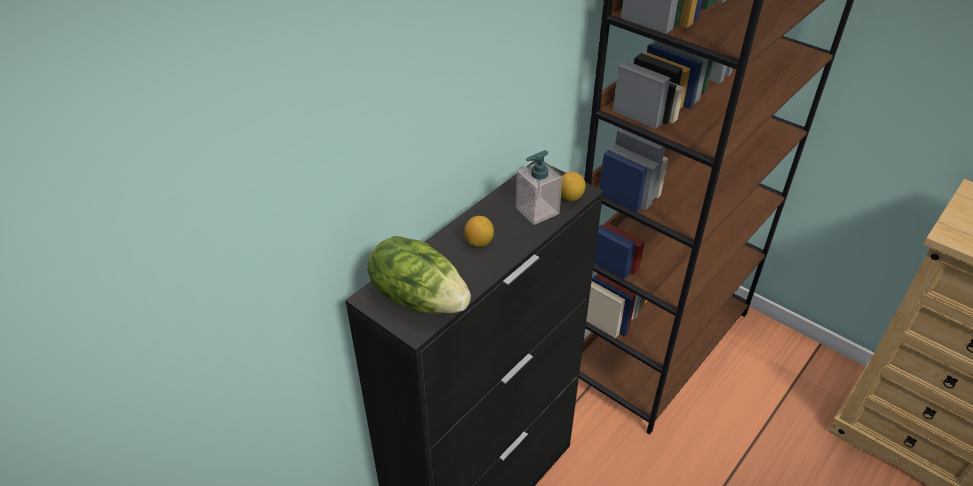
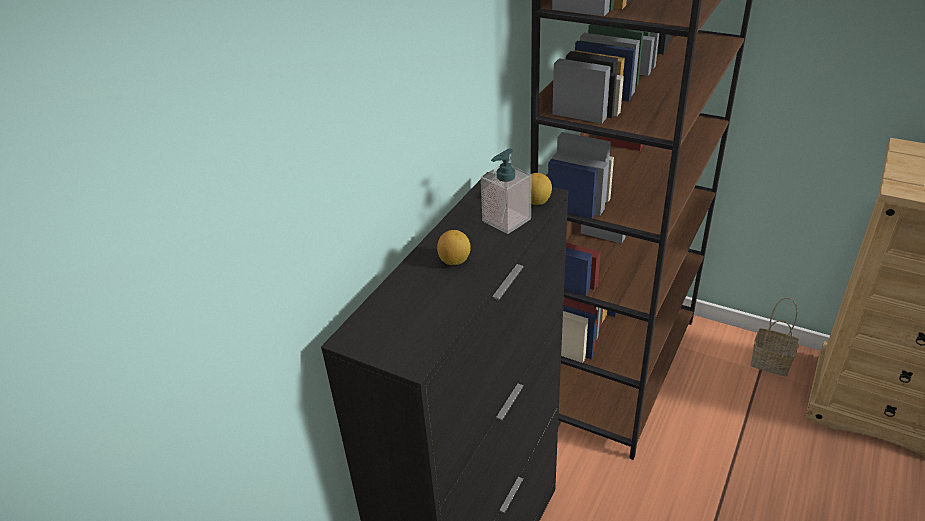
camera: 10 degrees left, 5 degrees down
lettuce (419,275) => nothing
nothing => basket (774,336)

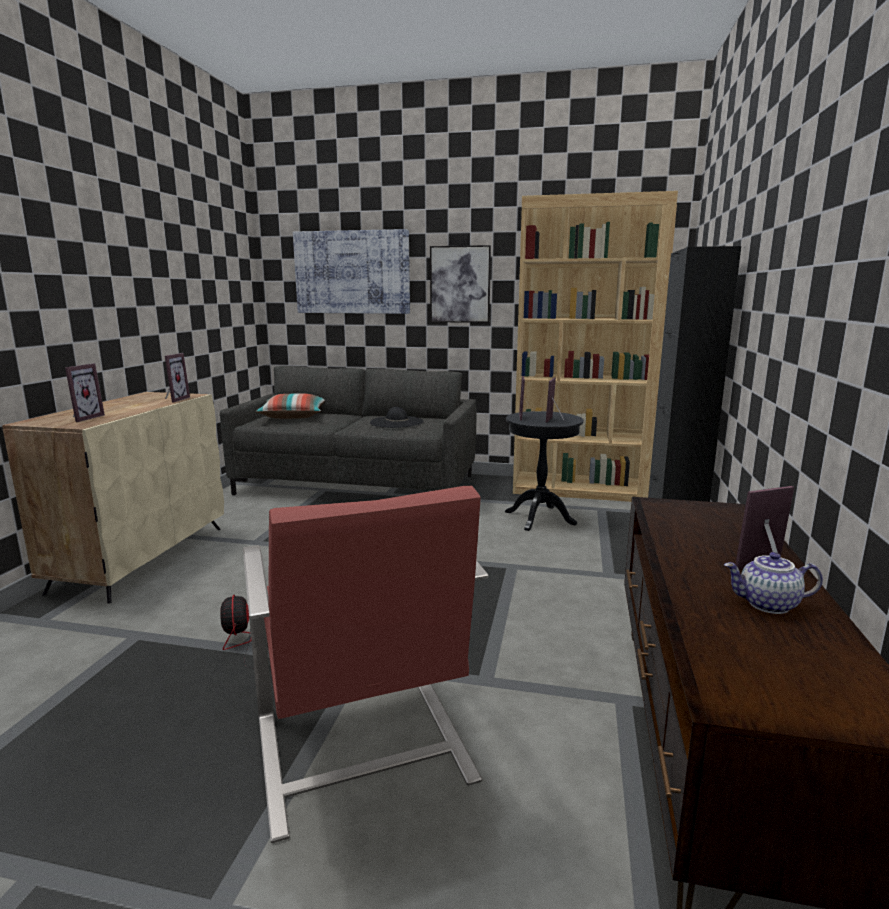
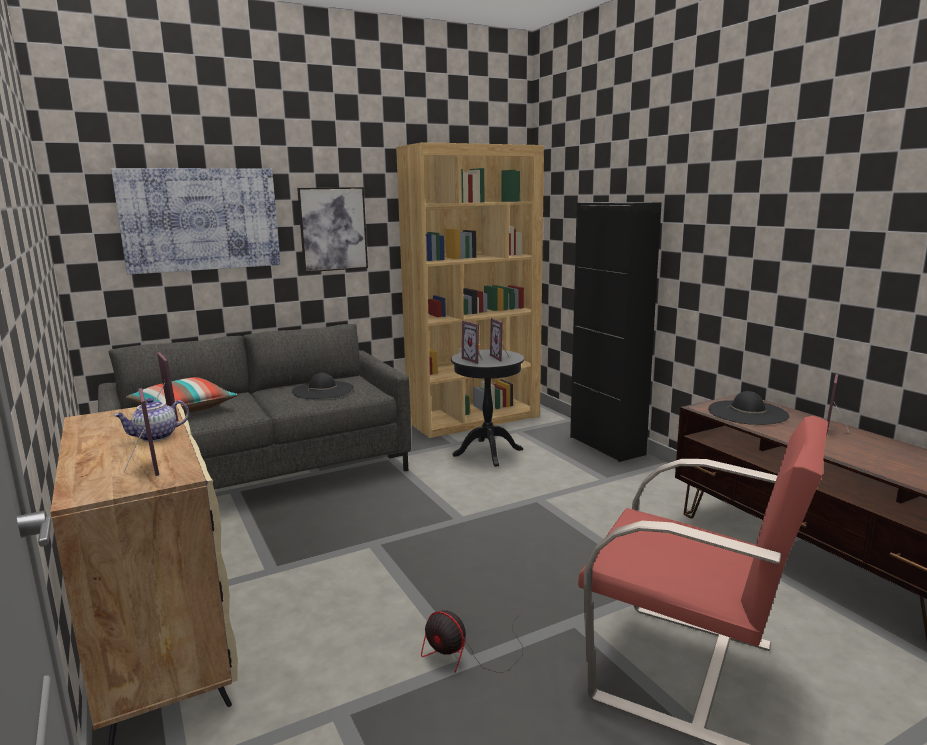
camera: 40 degrees left, 0 degrees up
teapot (773,583) => teapot (151,420), relocated
nothing => hat/black (749,408)

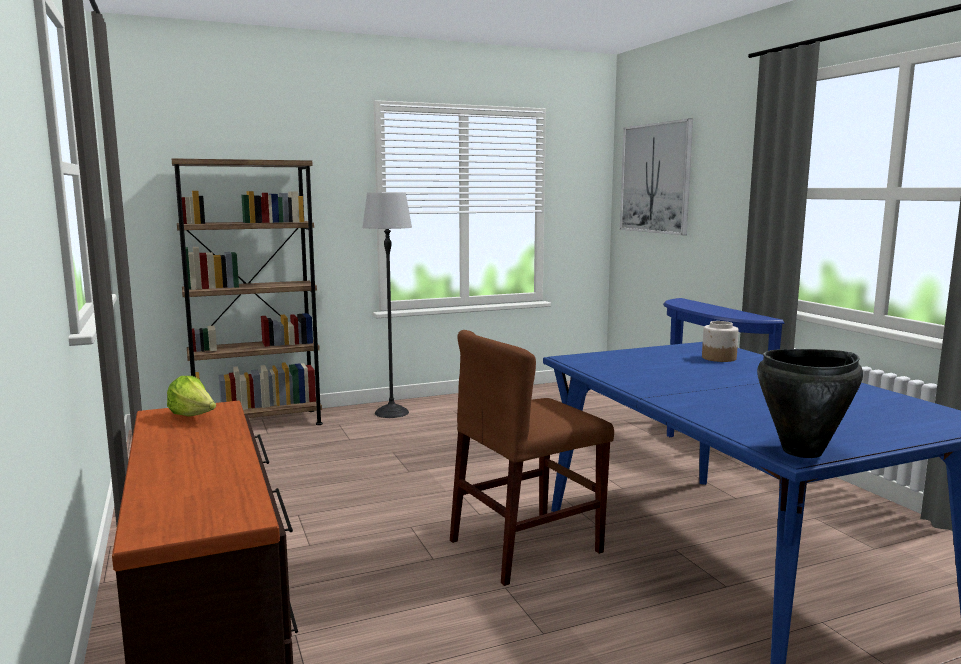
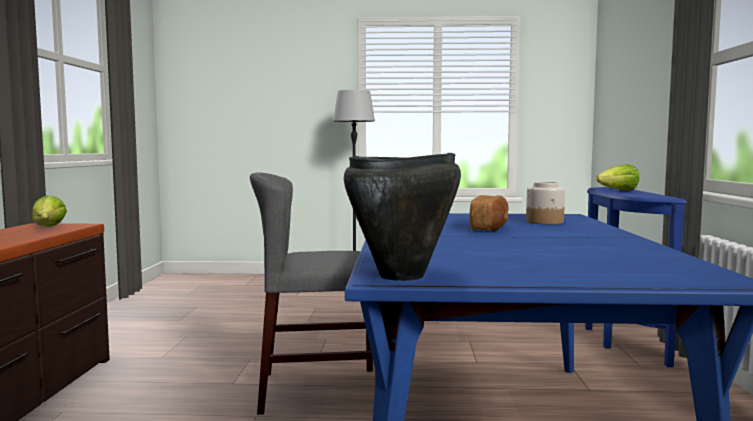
camera: 25 degrees right, 5 degrees down
bookcase/brown (247,291) => nothing
chair/brown (532,458) => chair/grey (315,293)
picture (656,176) => nothing
nothing => bread (489,213)
nothing => lettuce (618,177)

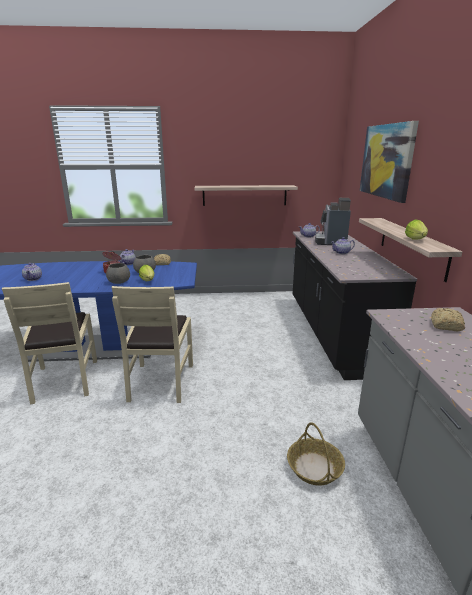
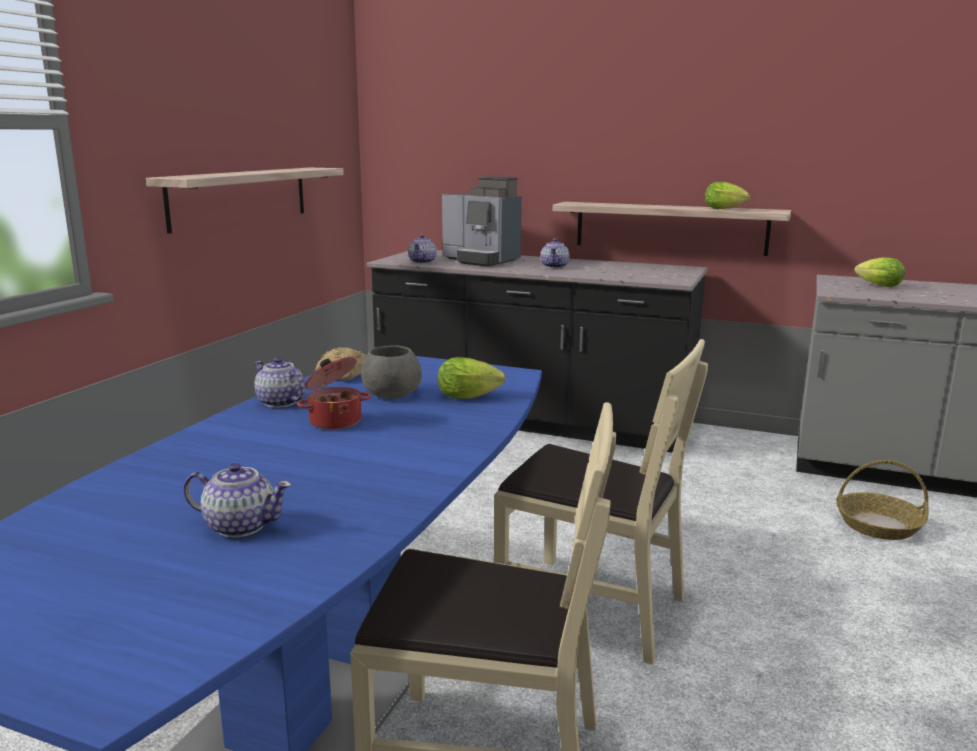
camera: 65 degrees left, 5 degrees down
bowl/grey (118,273) => nothing
picture (389,162) => nothing
bread (448,319) => lettuce (879,272)

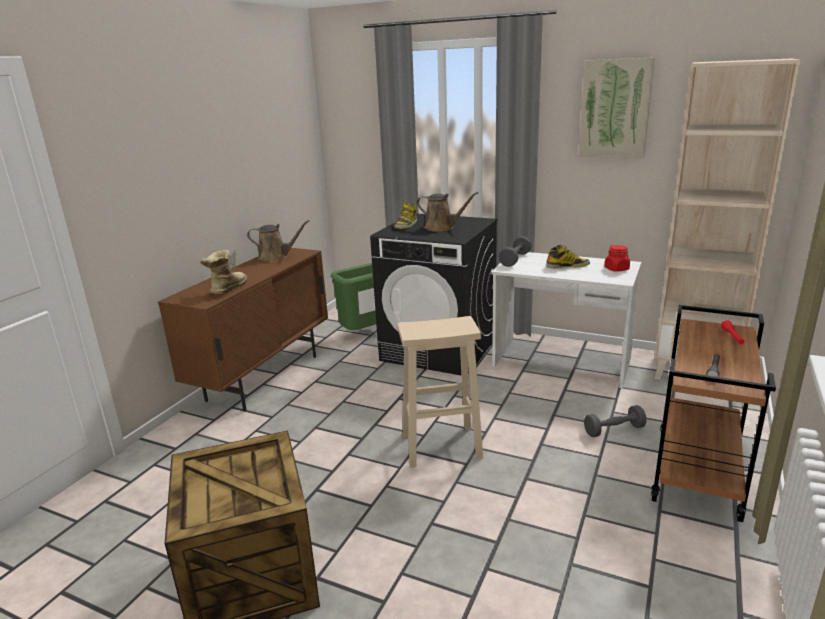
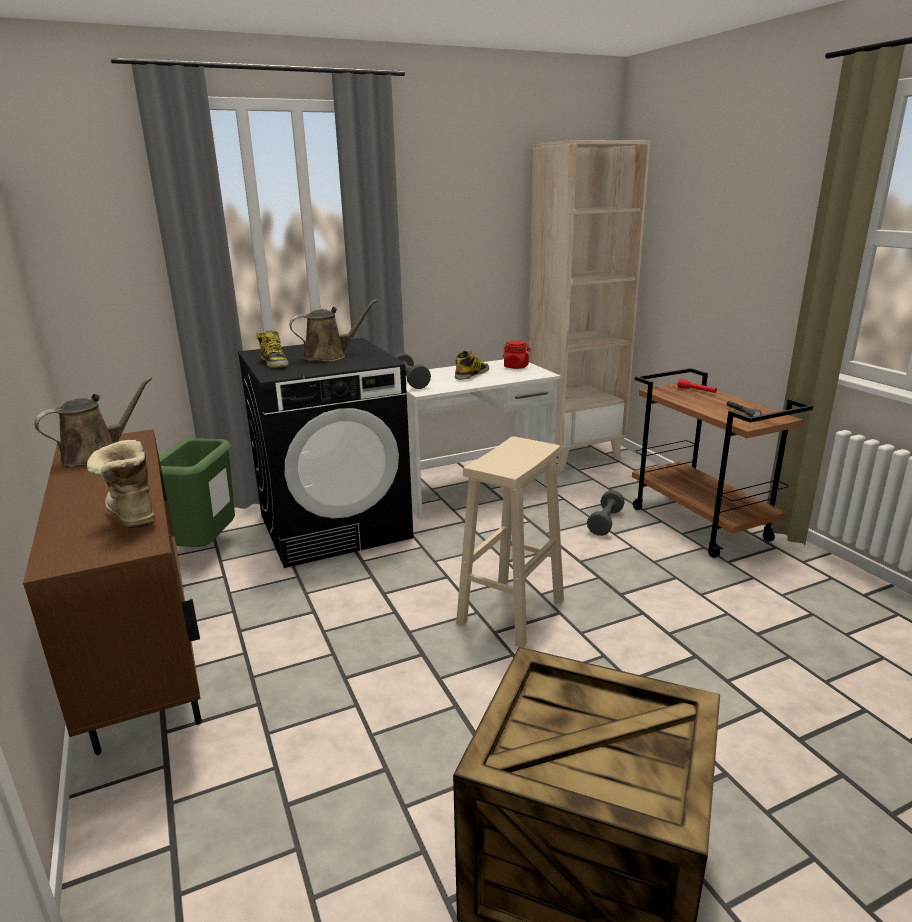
camera: 50 degrees left, 0 degrees up
picture (617,107) => nothing

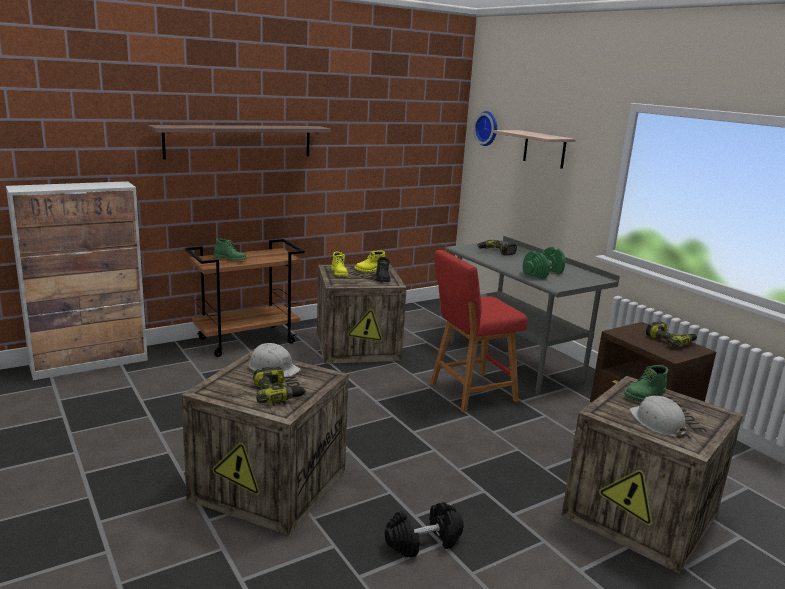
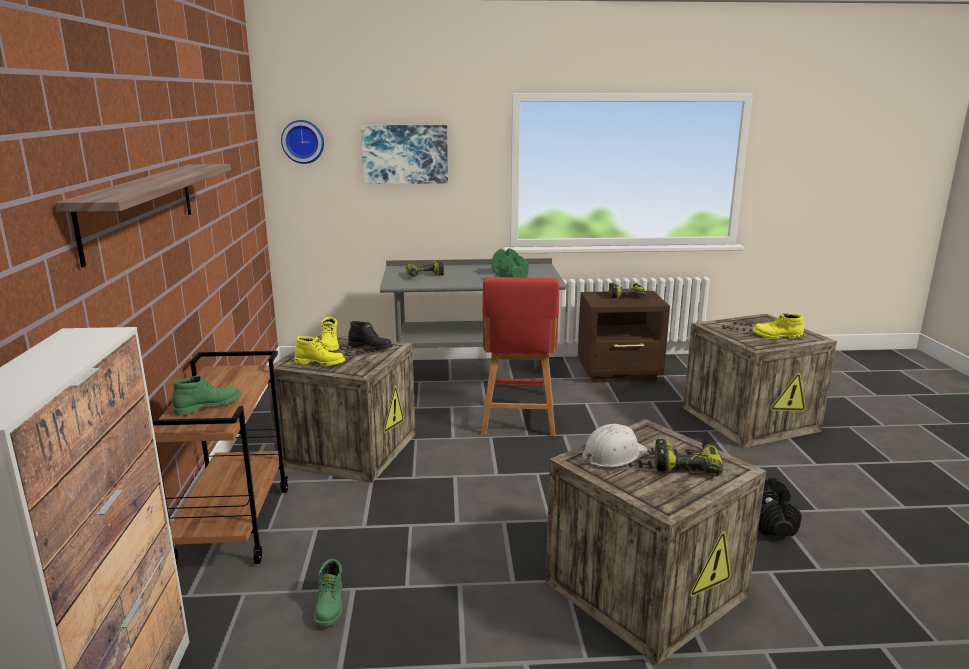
camera: 60 degrees left, 0 degrees up
shelf (534,149) => picture (404,154)
boot/green (646,383) => boot/green (327,592), relocated
hard hat/white (658,417) => boot/yellow (778,326)

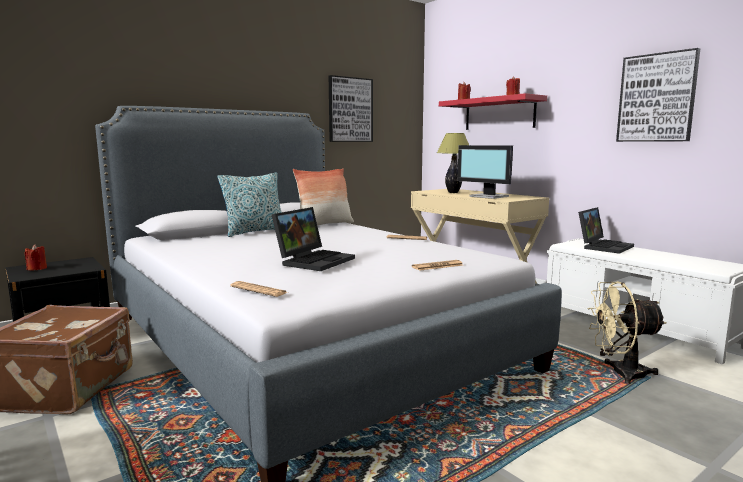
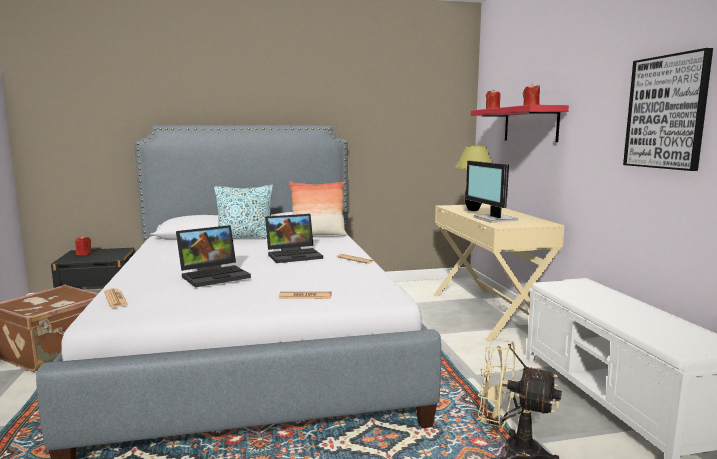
camera: 25 degrees right, 0 degrees up
picture (351,108) => nothing
laptop (606,230) => laptop (294,238), relocated

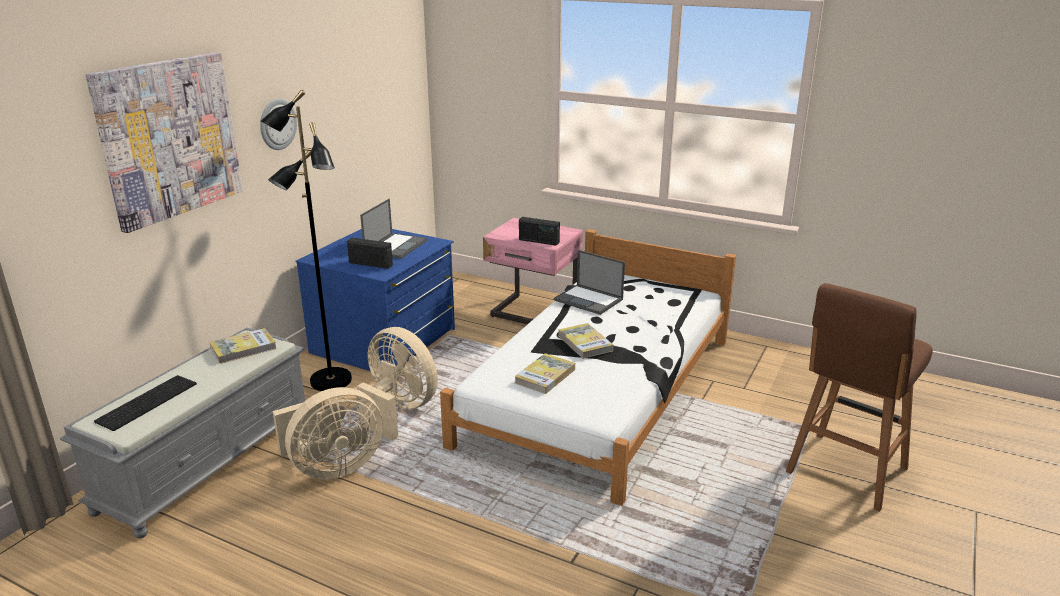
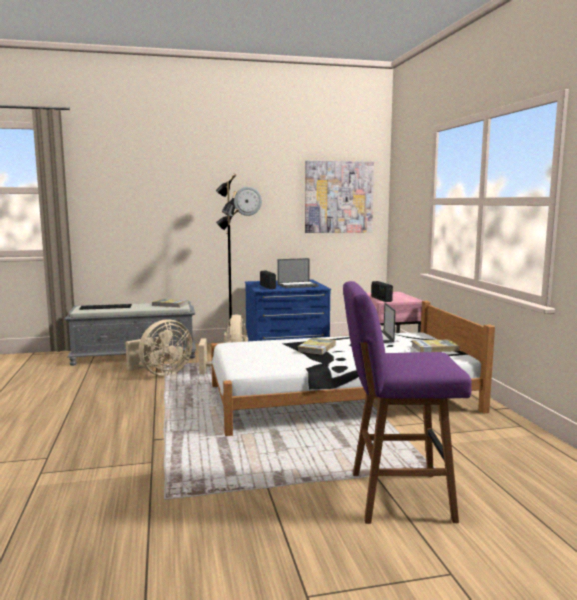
camera: 50 degrees right, 15 degrees down
picture (164,142) => picture (339,197), relocated
fan/beige (327,433) => fan/beige (159,347), 60 degrees counterclockwise
book (544,373) => book (435,345), relocated
stool/brown (859,397) => stool/purple (407,402)

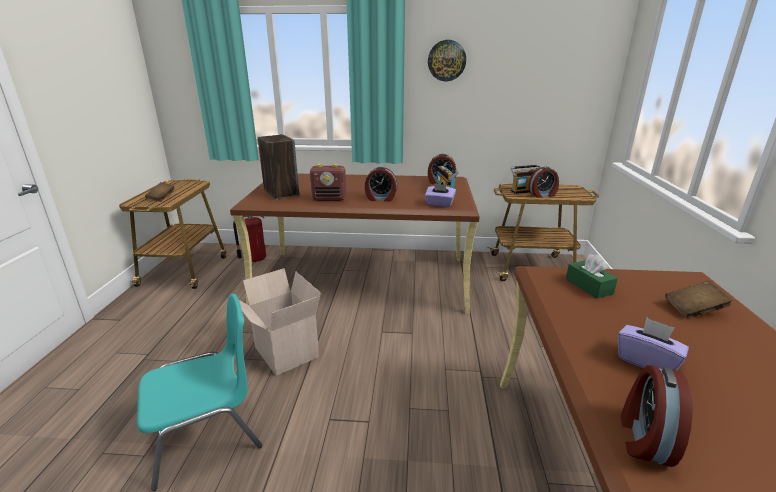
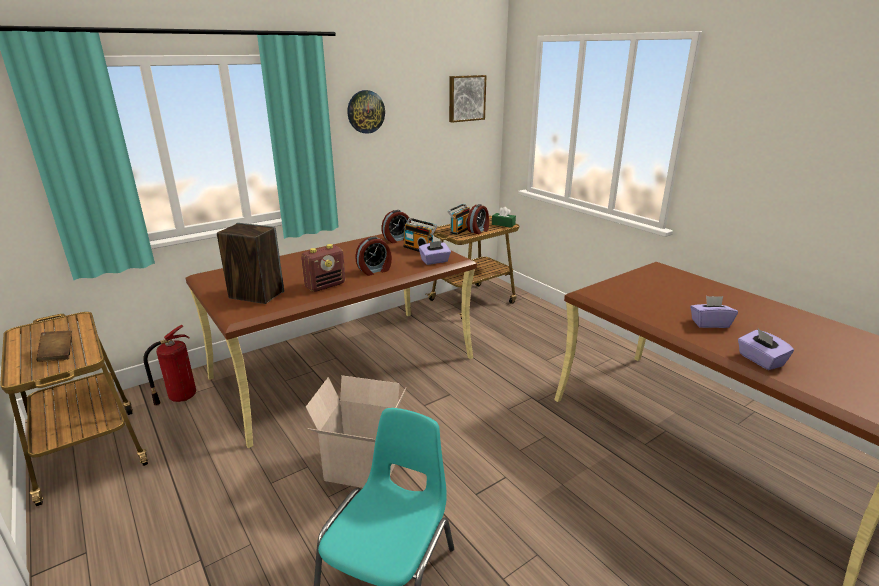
camera: 40 degrees left, 0 degrees up
tissue box/green (592,276) => tissue box/green (504,217), relocated
alarm clock (656,416) => tissue box/purple (766,349)
book/brown (699,300) => nothing
nothing => picture (468,99)

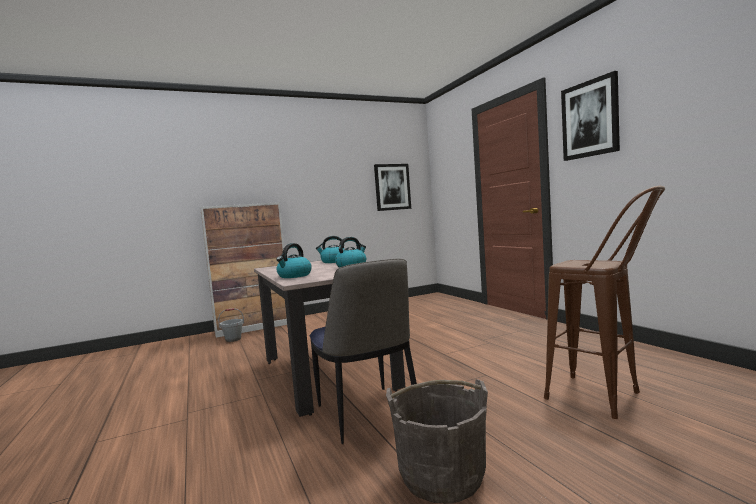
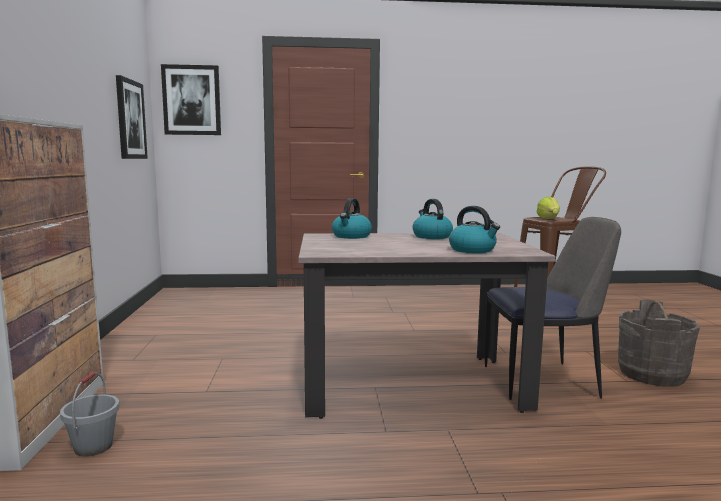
camera: 70 degrees left, 5 degrees up
picture (590,116) => picture (191,99), relocated
nothing => lettuce (548,208)

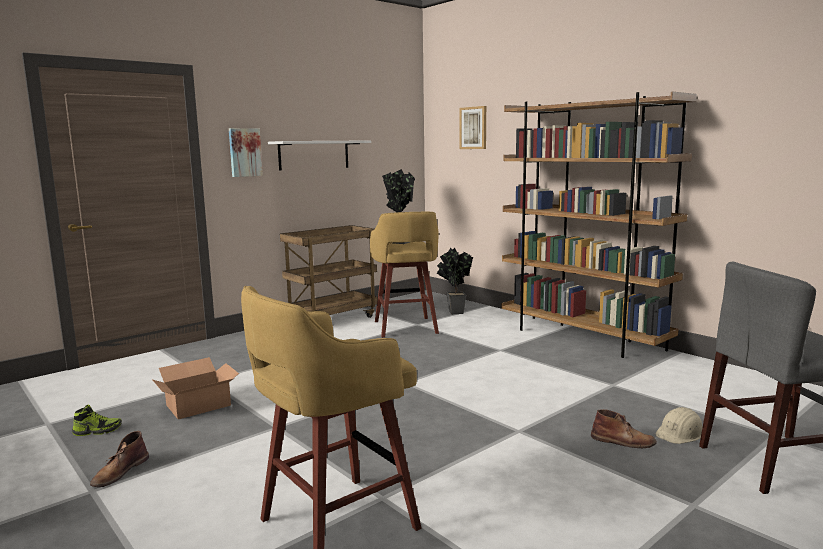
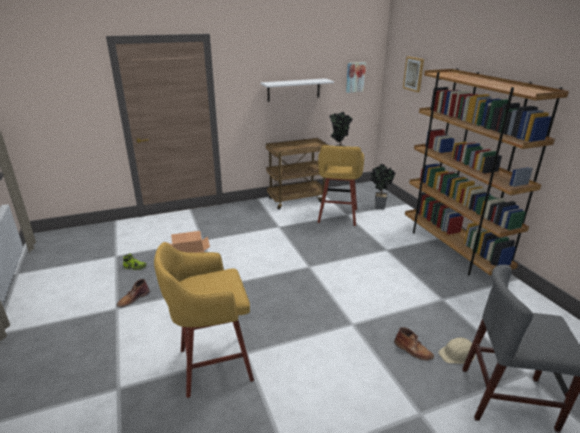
camera: 20 degrees right, 15 degrees up
picture (246,152) => picture (356,77), relocated

